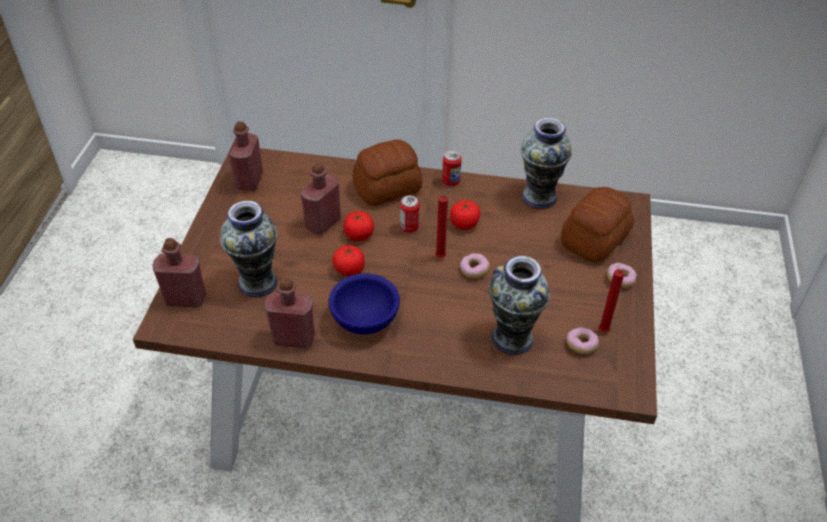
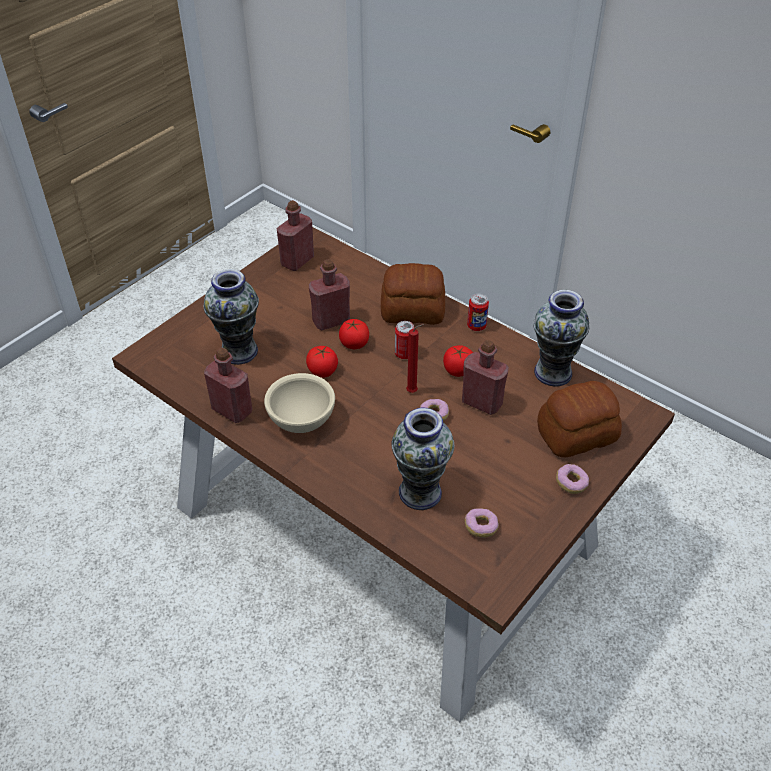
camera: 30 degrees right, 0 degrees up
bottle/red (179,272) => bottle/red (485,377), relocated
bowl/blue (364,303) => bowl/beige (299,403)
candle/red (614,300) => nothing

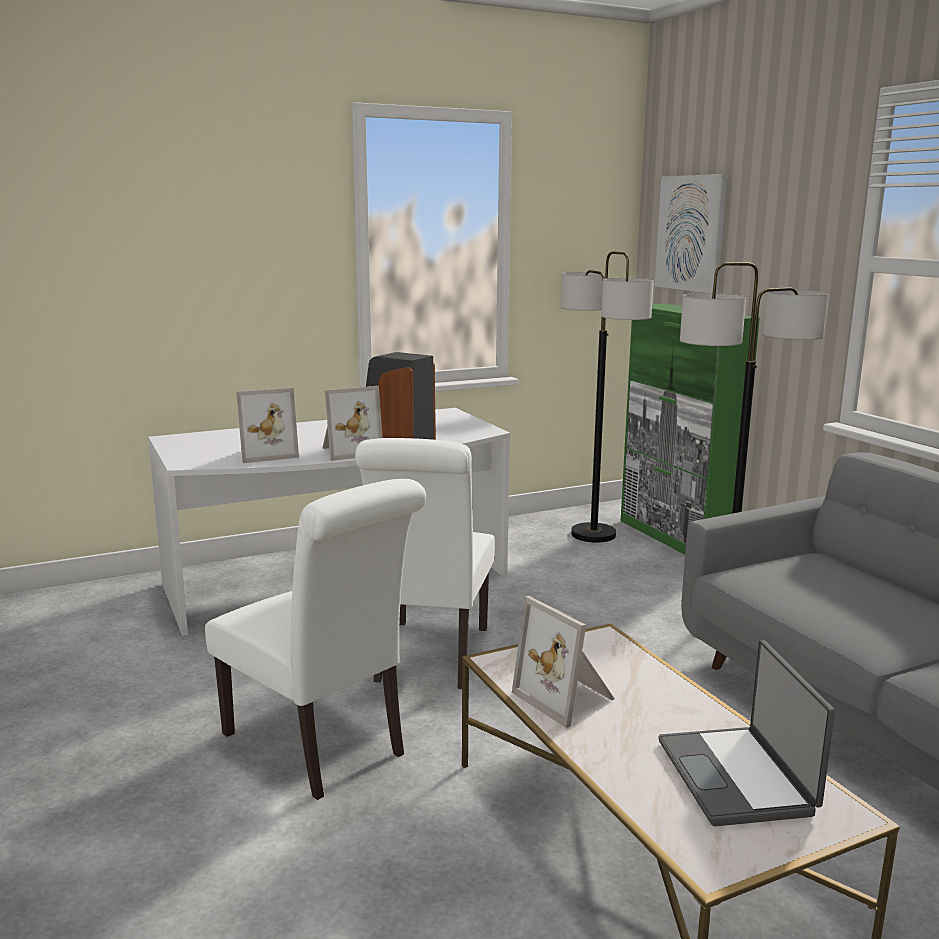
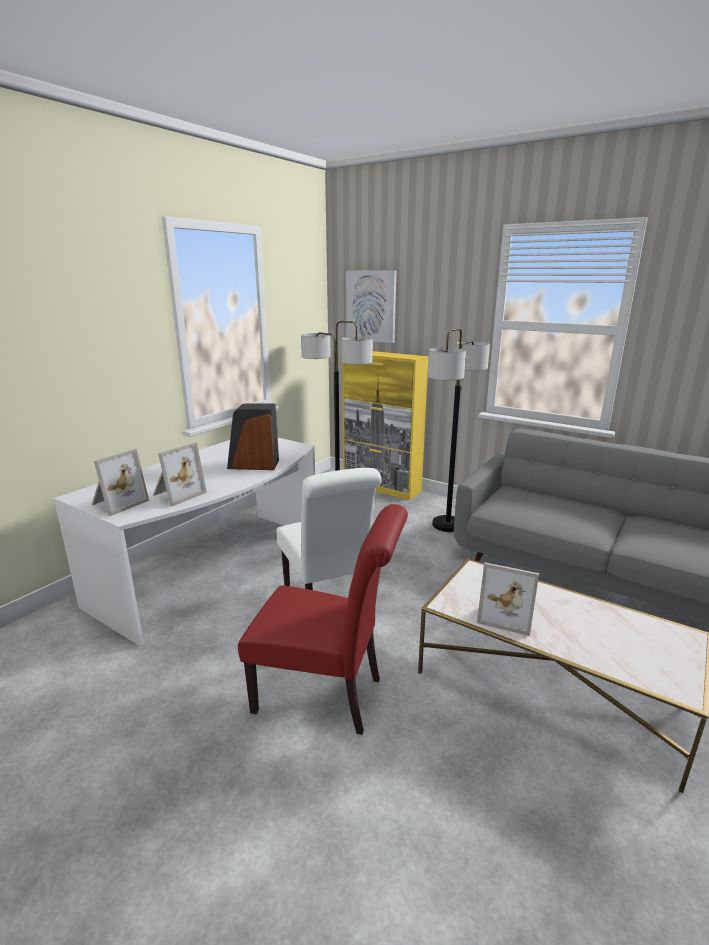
camera: 30 degrees left, 5 degrees up
chair/white (315,639) => chair/red (323,619)
picture frame (352,423) => picture frame (120,482), relocated
cabinet/green (690,429) => cabinet/yellow (386,425)
laptop (746,733) => nothing

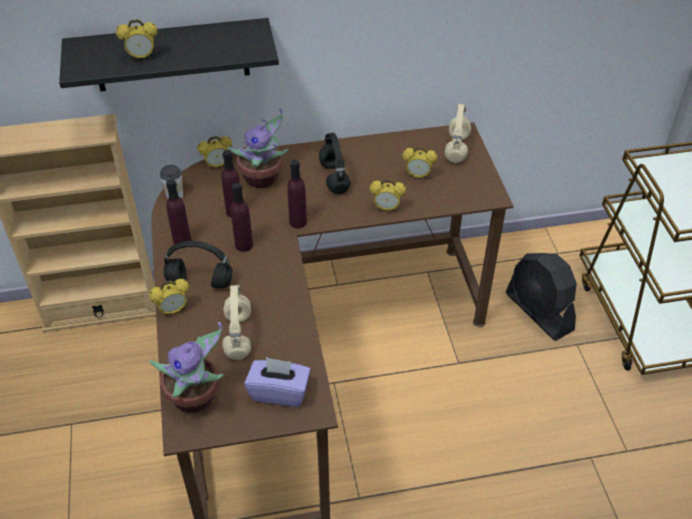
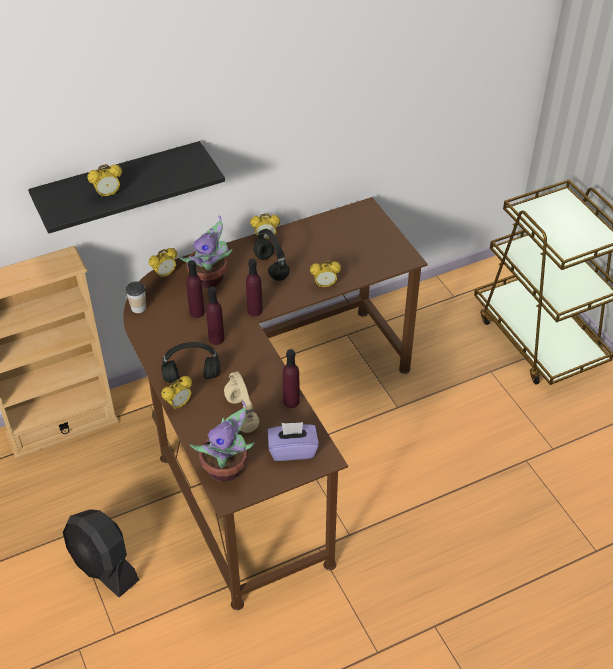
camera: 15 degrees left, 0 degrees up
bottle/purple (178,213) => bottle/purple (291,378), relocated
alarm clock (419,163) => alarm clock (265,226), relocated
headphones/beige (458,133) => nothing
fan/black (541,297) => fan/black (101,553), relocated

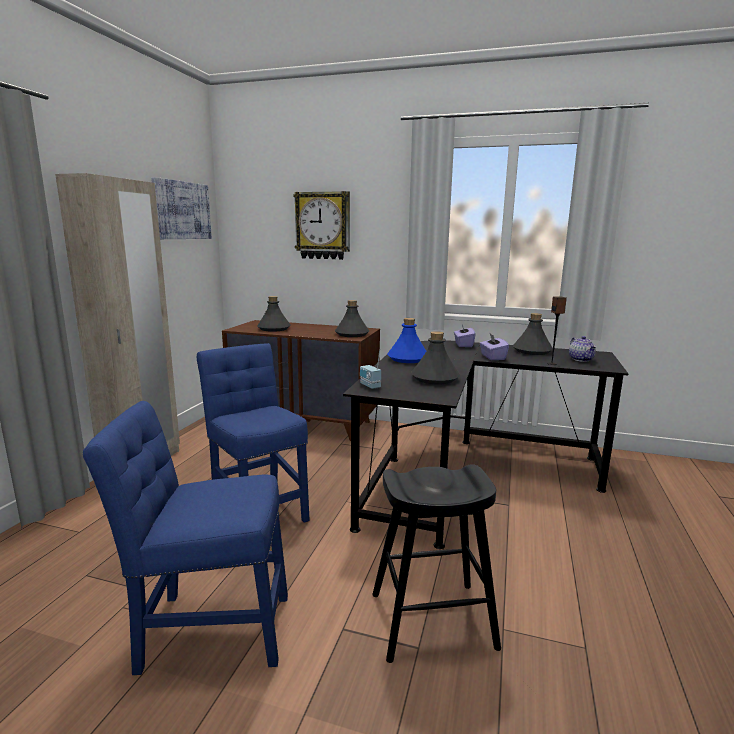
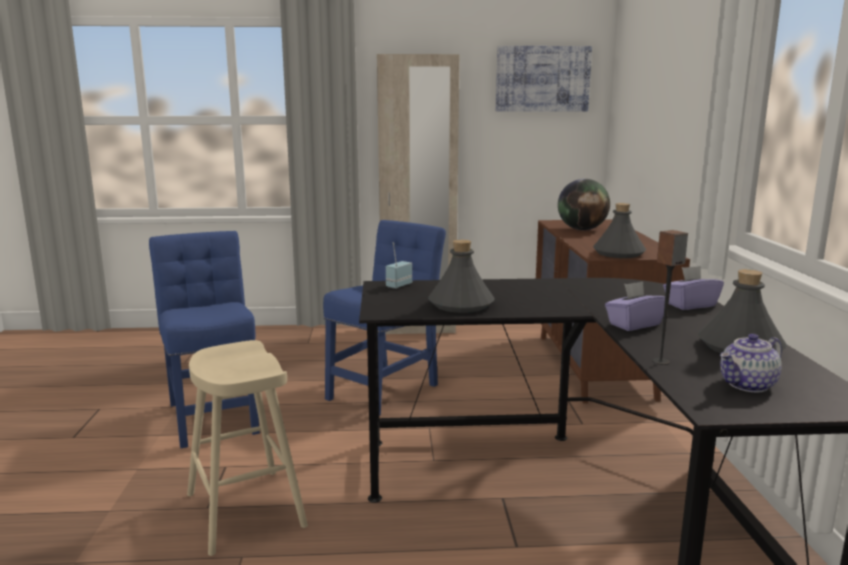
camera: 70 degrees right, 0 degrees up
bottle/grey (274,314) => globe (584,204)
wall clock (321,225) => nothing
stool/black (436,563) => stool/beige (247,448)
bottle/blue (406,340) => nothing

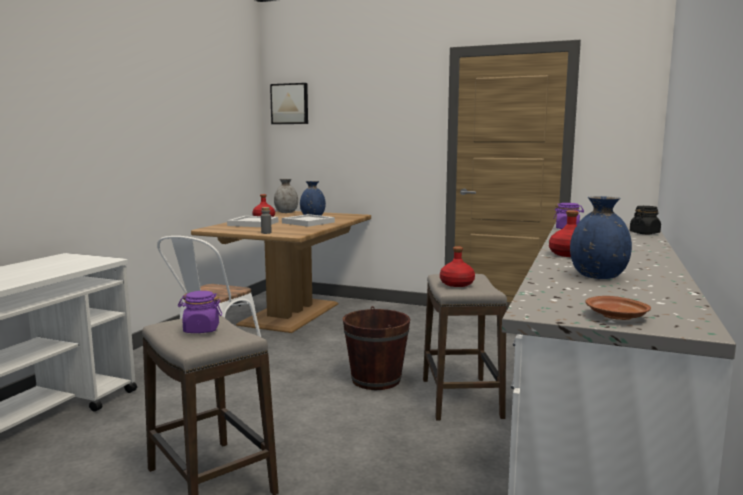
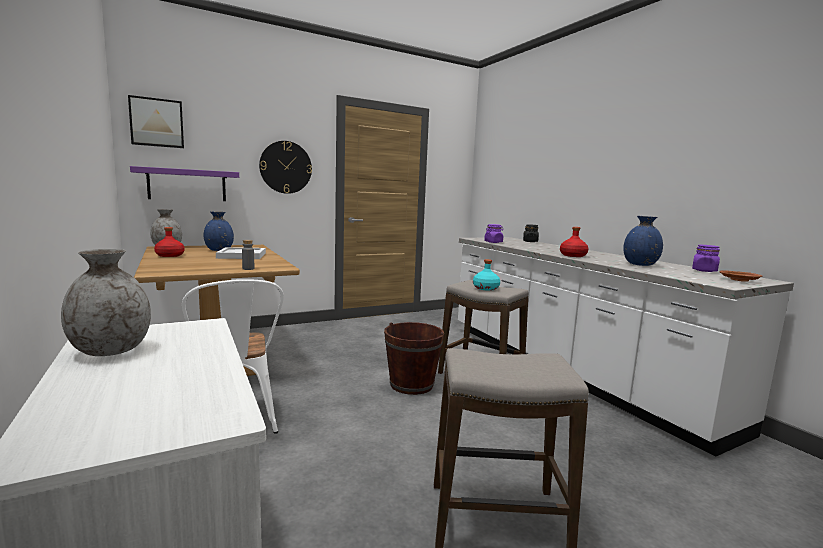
camera: 50 degrees left, 0 degrees up
jar/purple (200,312) => jar/purple (706,258), relocated
tray/white (252,221) => nothing
bottle/red (457,266) => bottle/turquoise (486,275)
nothing => vase/grey (106,302)
nothing => shelf/purple (184,183)
nothing => wall clock (285,167)

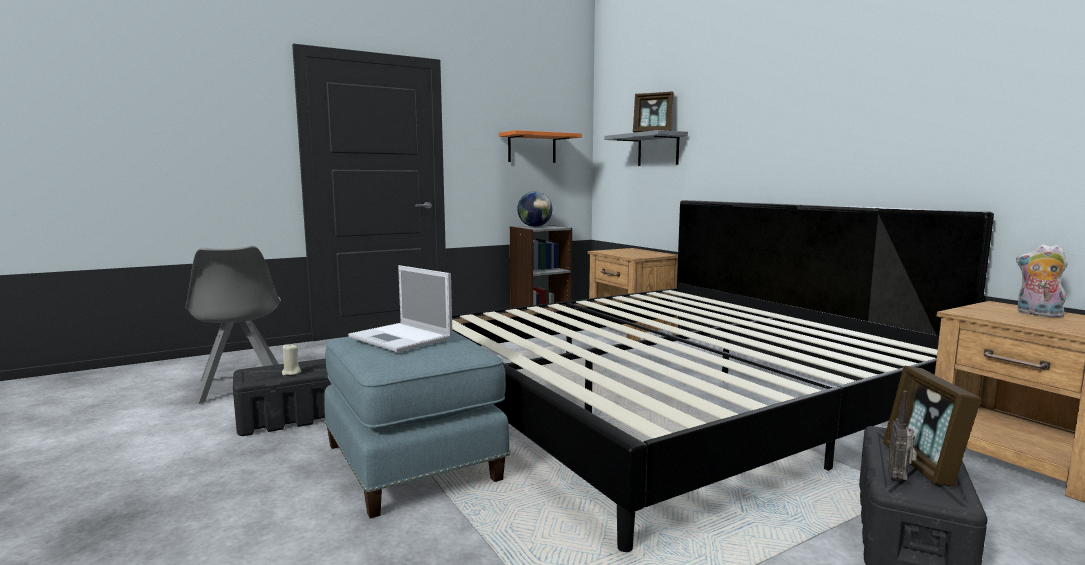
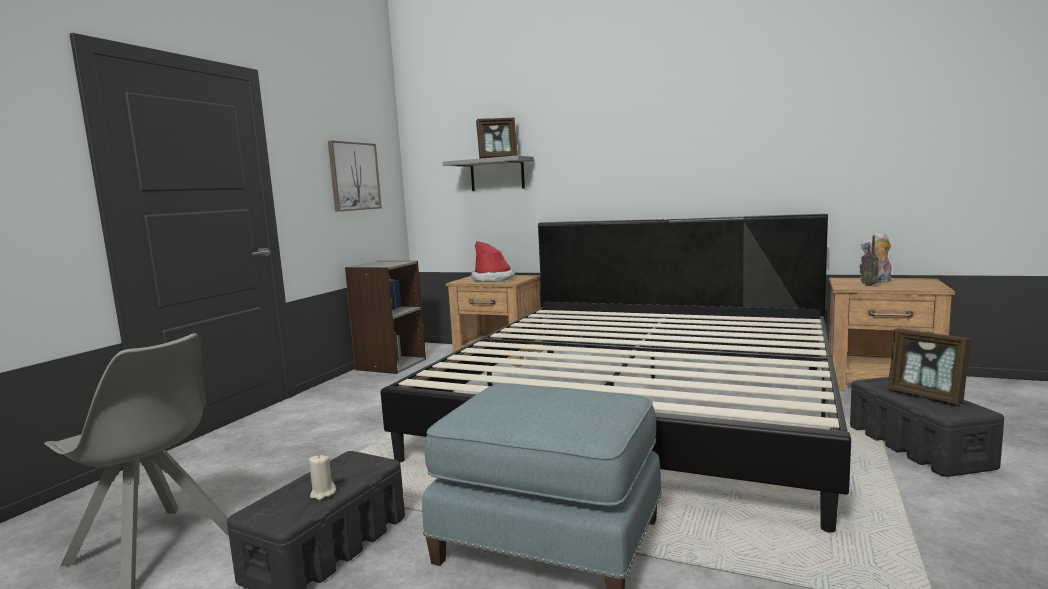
camera: 35 degrees left, 0 degrees up
laptop (400,309) => nothing
shelf/orange (540,146) => picture (355,176)
globe (534,209) => nothing
radio (902,436) => radio (870,261), relocated
nothing => hat (493,261)

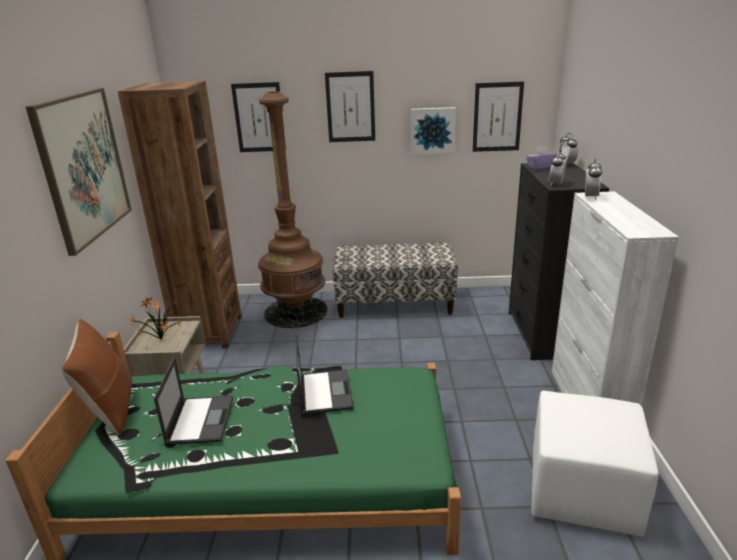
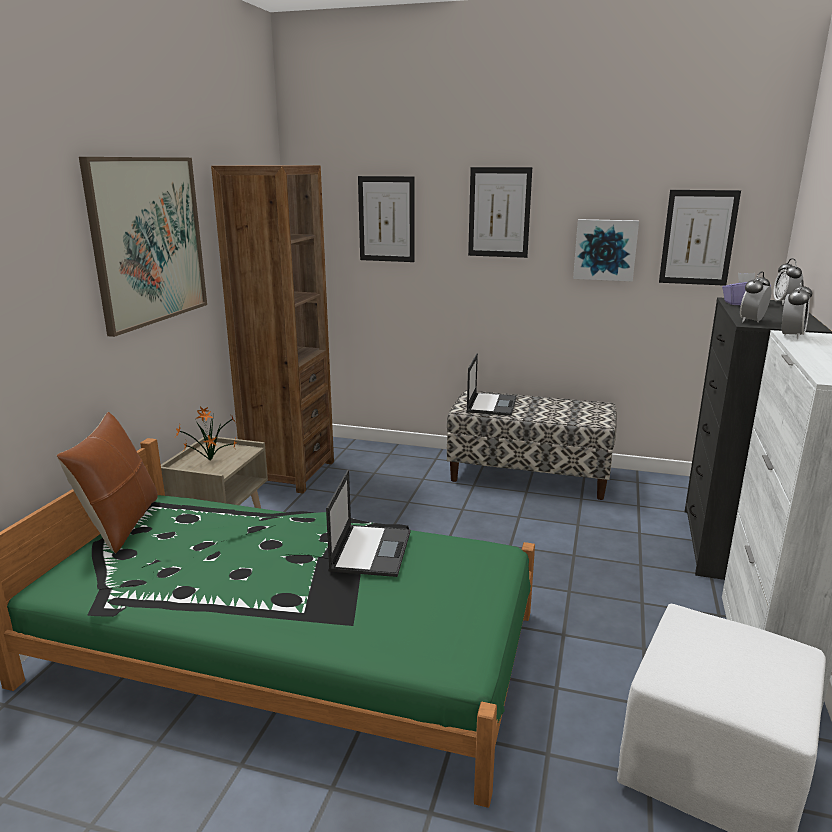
camera: 15 degrees right, 5 degrees down
laptop (193,401) => laptop (491,384), relocated
floor lamp/brown (293,209) => nothing

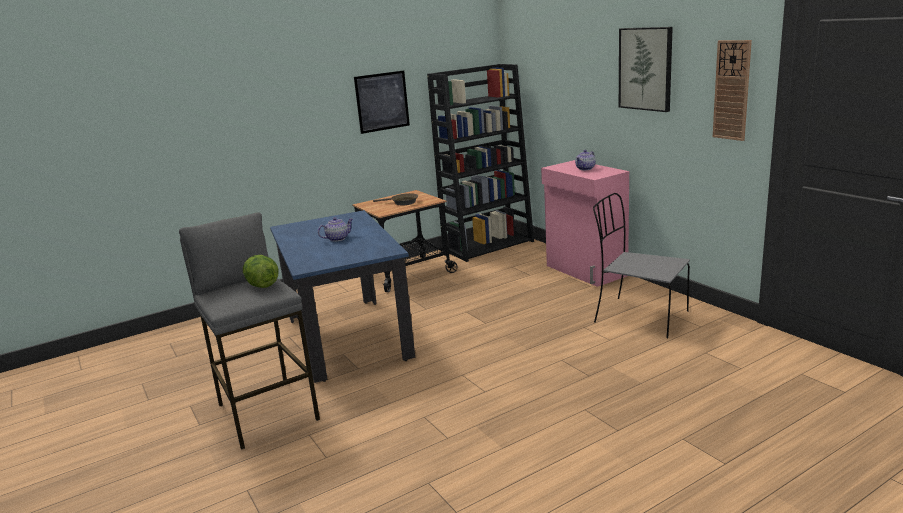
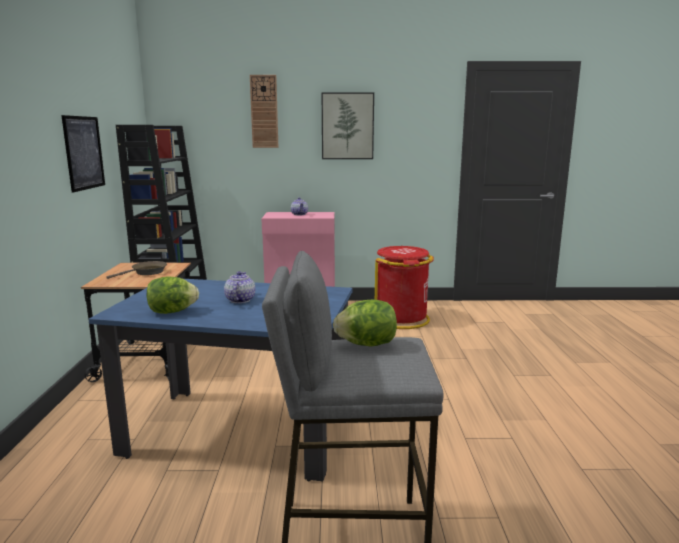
camera: 60 degrees left, 5 degrees down
chair/grey (641,265) => trash can/red (404,287)
wall clock (732,90) => wall clock (264,111), relocated
nothing => lettuce (173,295)

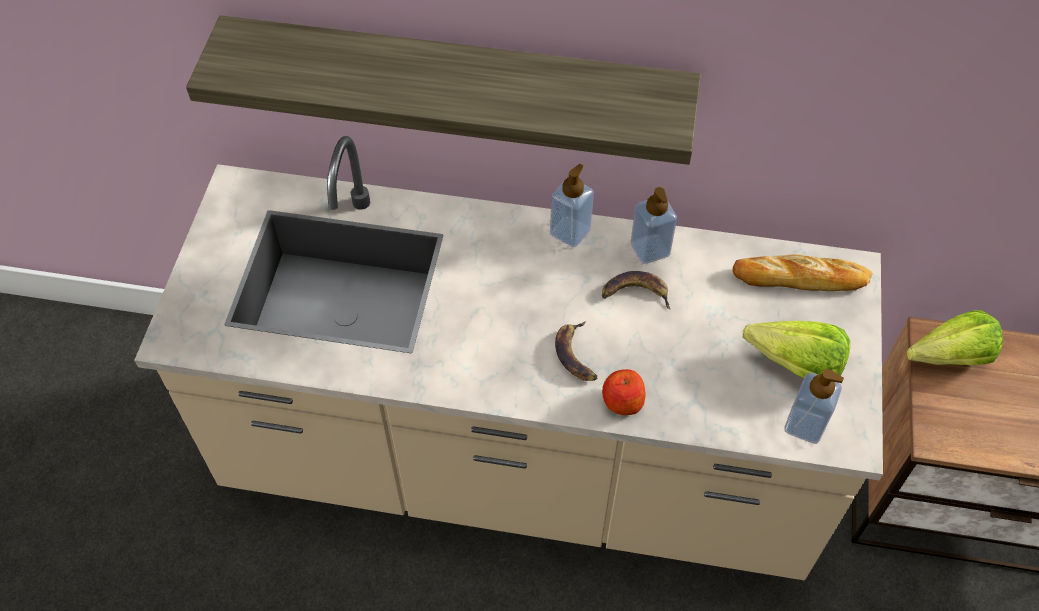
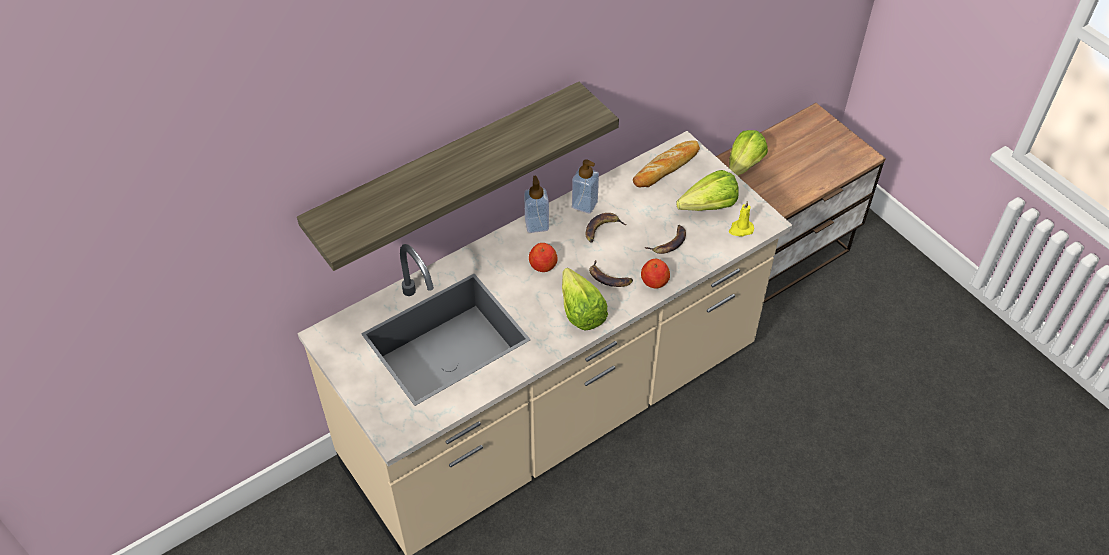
camera: 45 degrees left, 5 degrees down
soap dispenser (814,406) => candle/yellow (741,219)
nothing => apple (543,257)
nothing => lettuce (585,299)
nothing => banana (665,239)

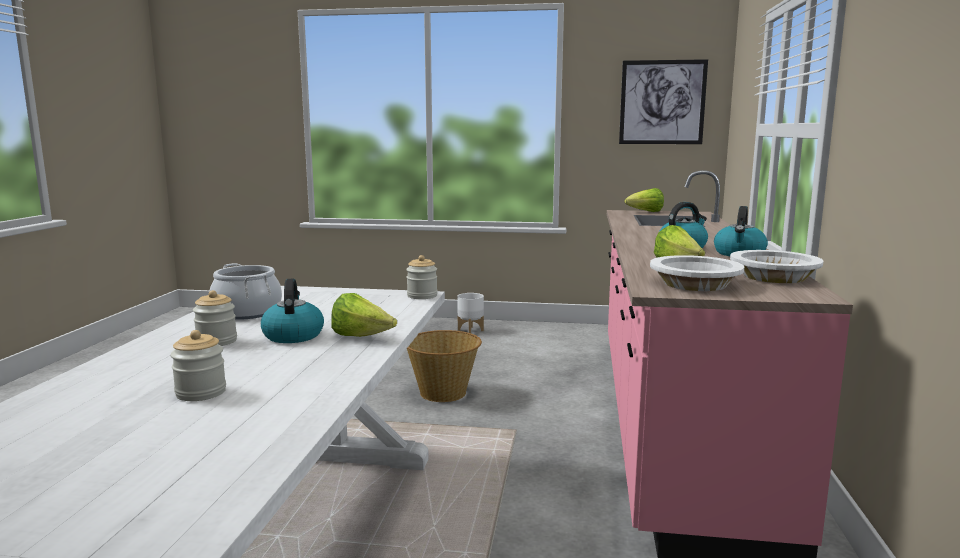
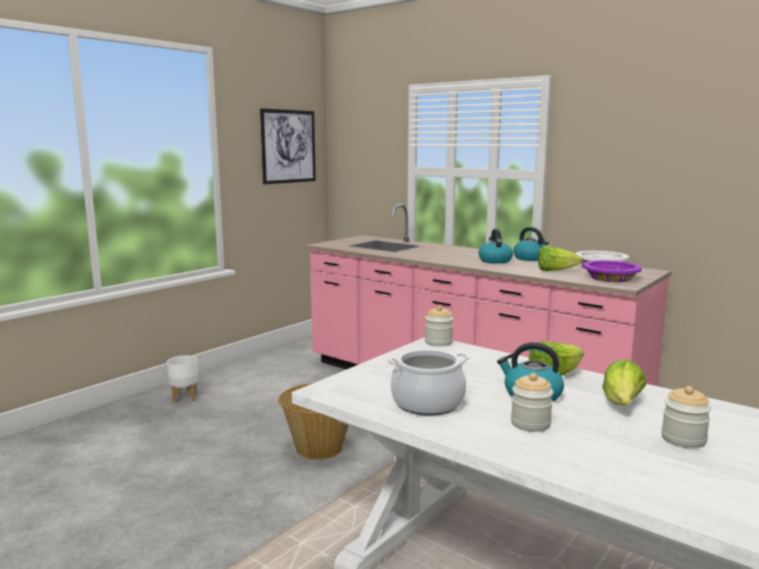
camera: 60 degrees left, 0 degrees up
lettuce (644,200) => lettuce (624,382), relocated
bowl/white (697,273) => bowl/purple (612,271)

